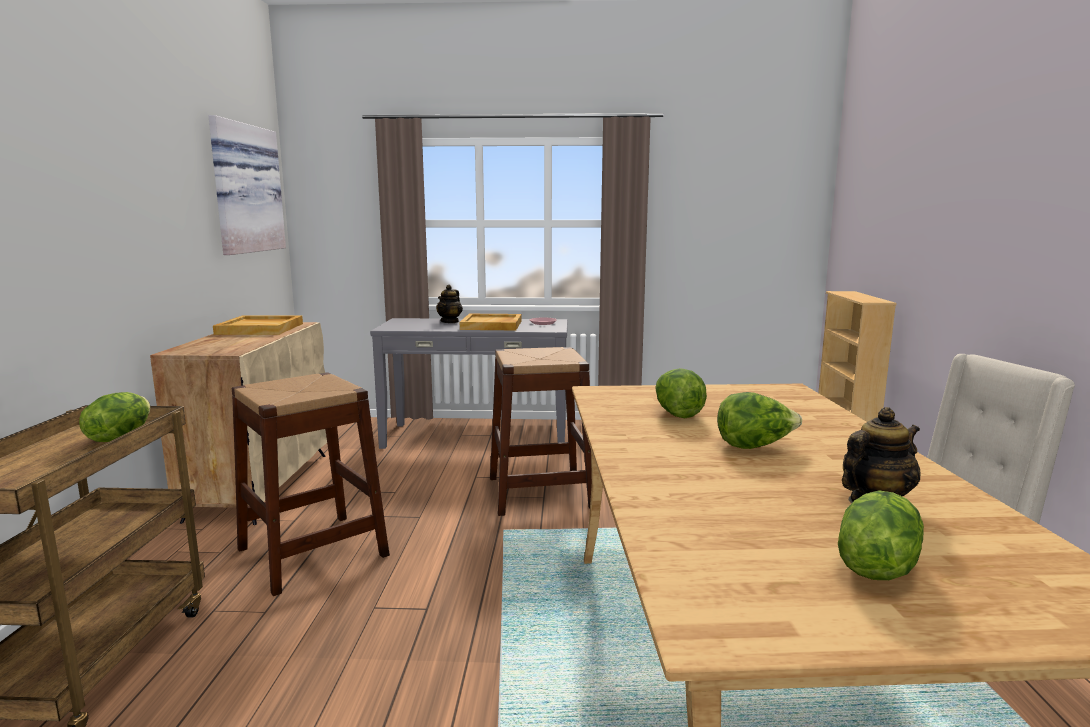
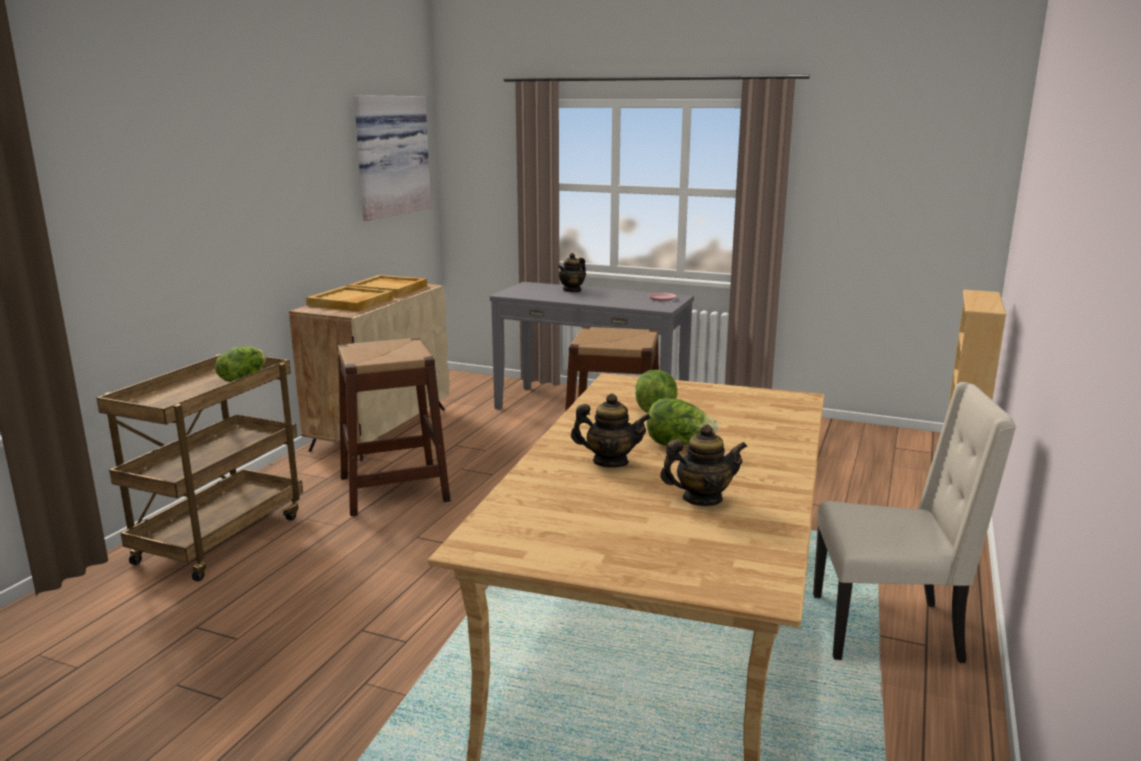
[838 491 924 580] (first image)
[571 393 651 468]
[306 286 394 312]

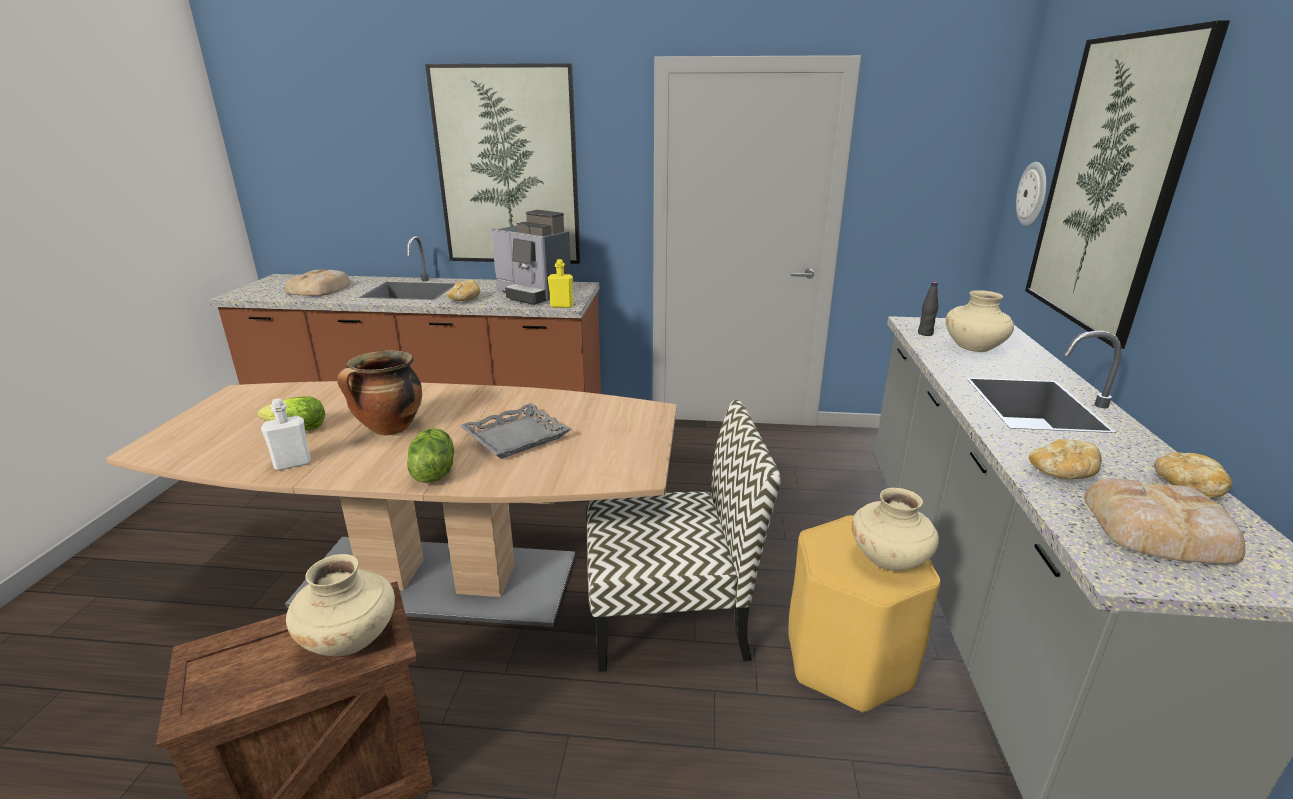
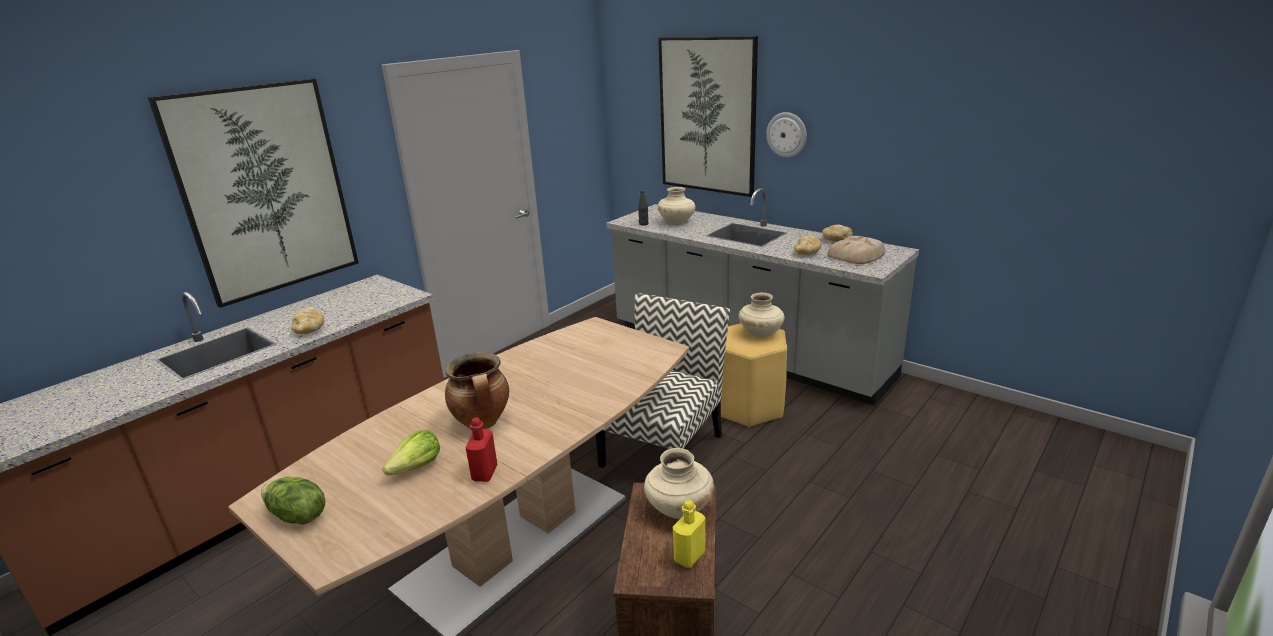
[285 270 351 296] (first image)
[460 403 571 458] (first image)
[491 210 571 305] (first image)
[261 477 326 525]
[673 500 706 568]
[766 112 807 157]
[465 418 497 482]

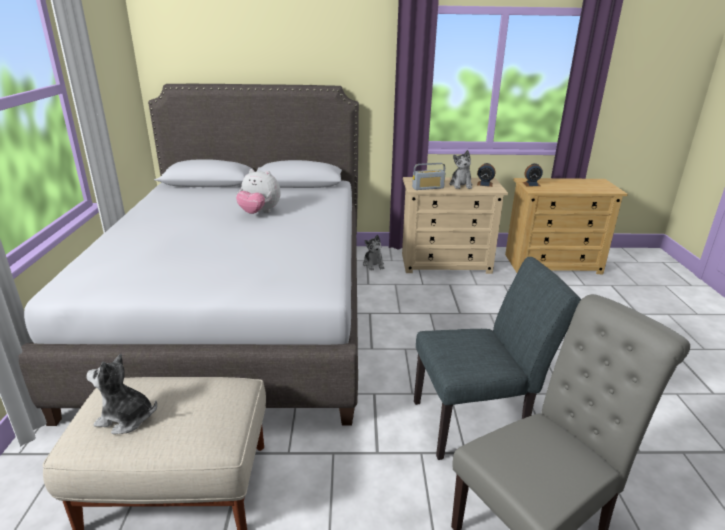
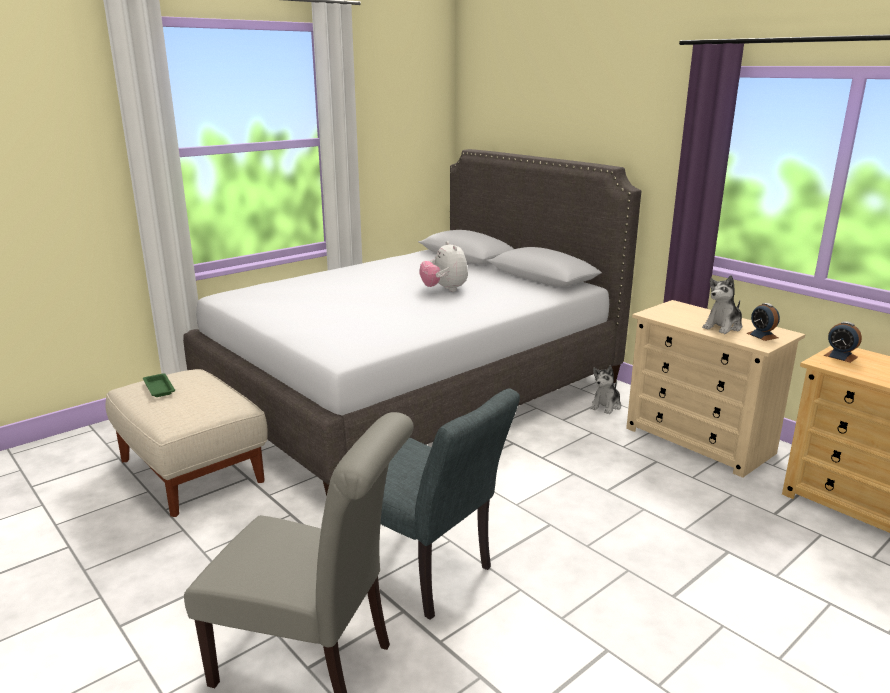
[412 163 445 190] (first image)
[143 373 175 397]

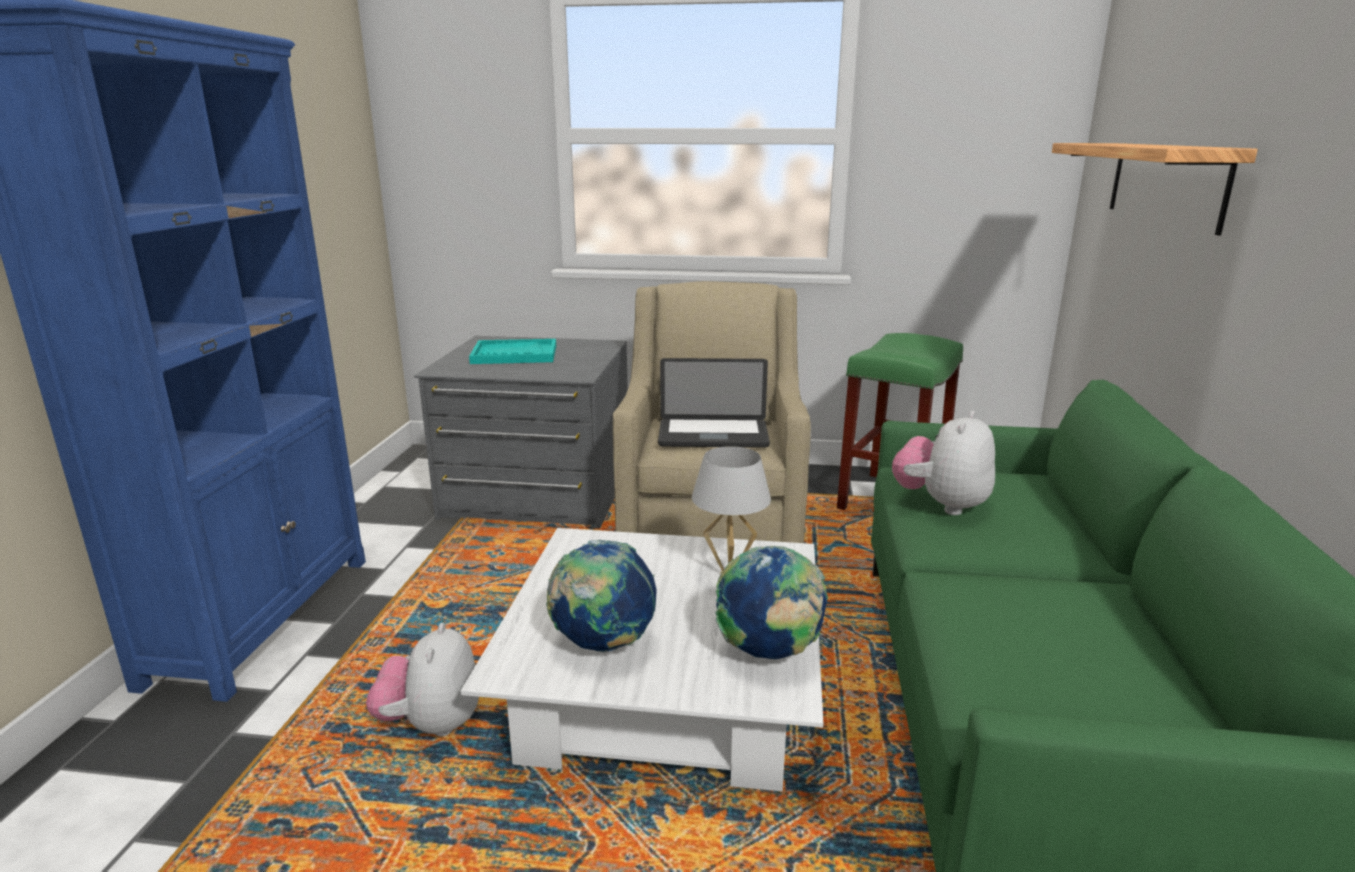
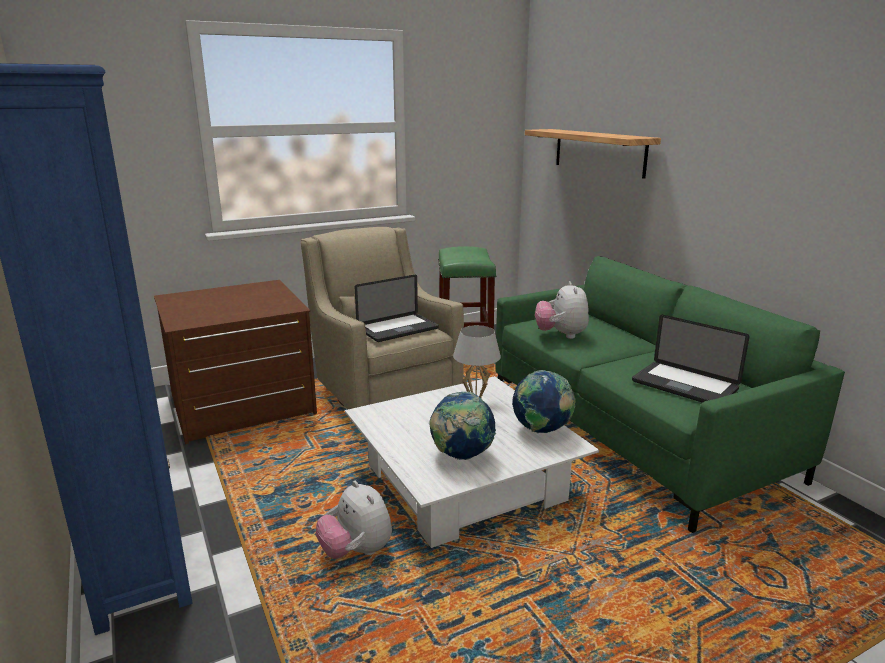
[469 339 556 364] (first image)
[632 315 749 403]
[154 280 317 444]

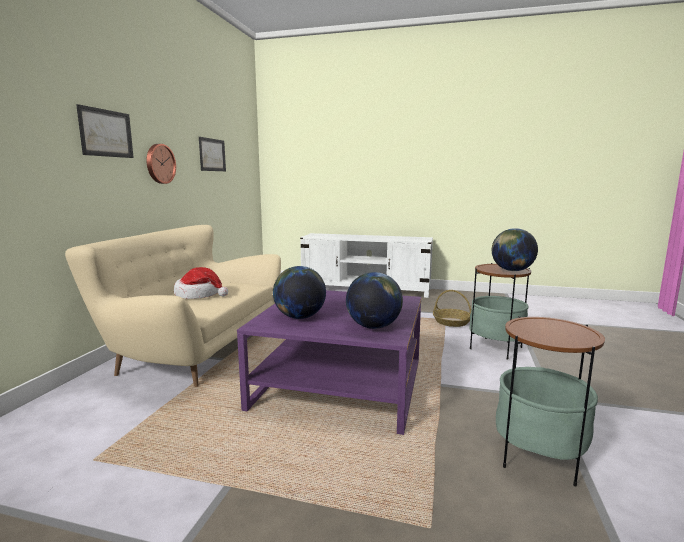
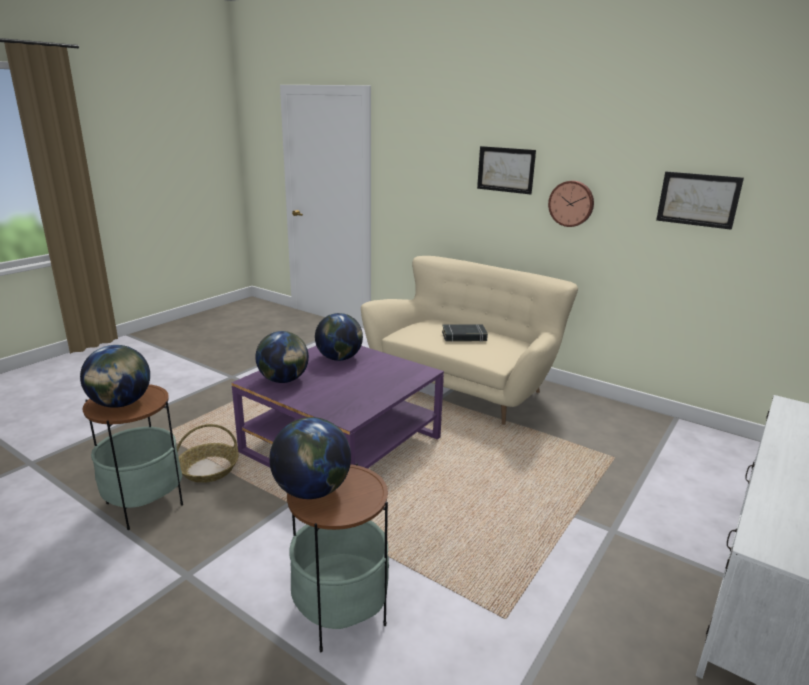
[80 345 150 408]
[177 424 239 483]
[442 324 488 342]

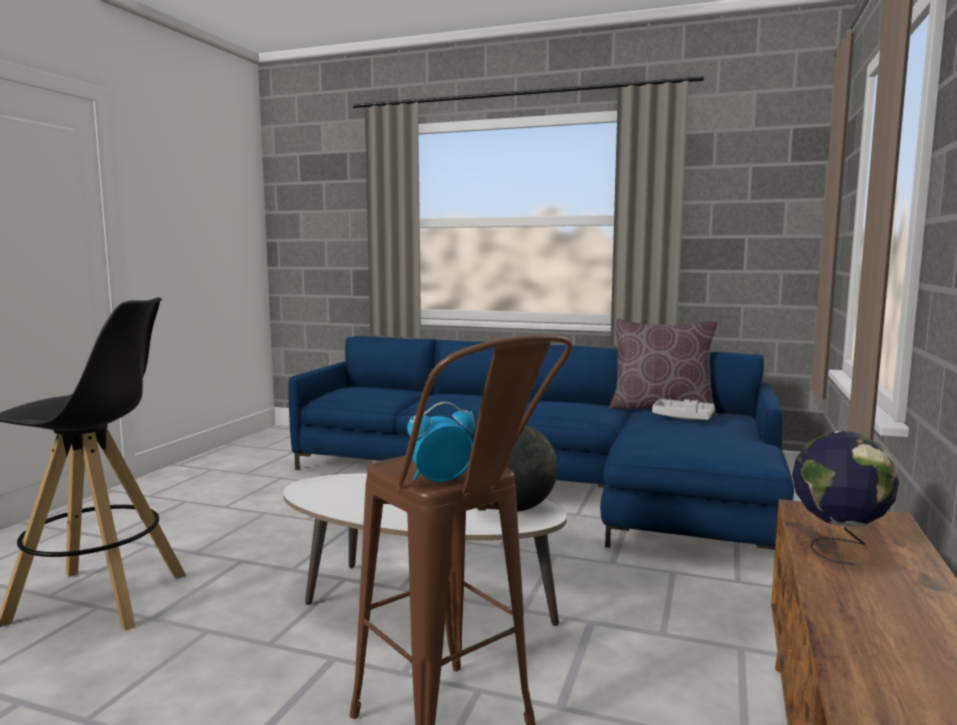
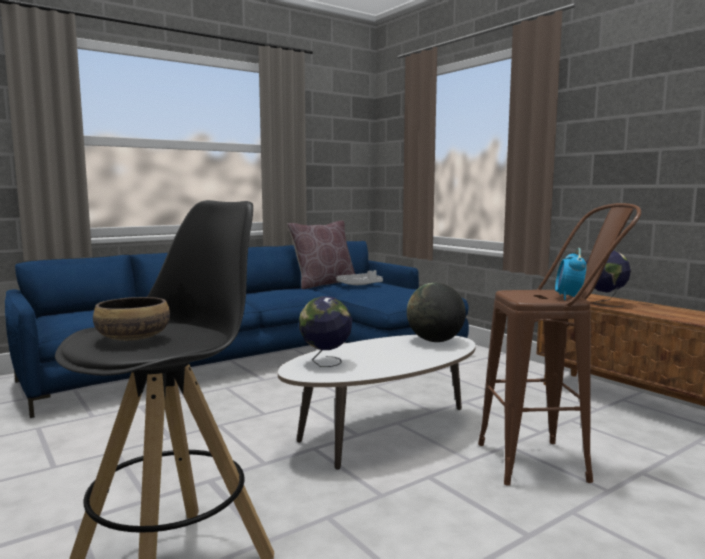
[93 297 170 341]
[299 296 352 367]

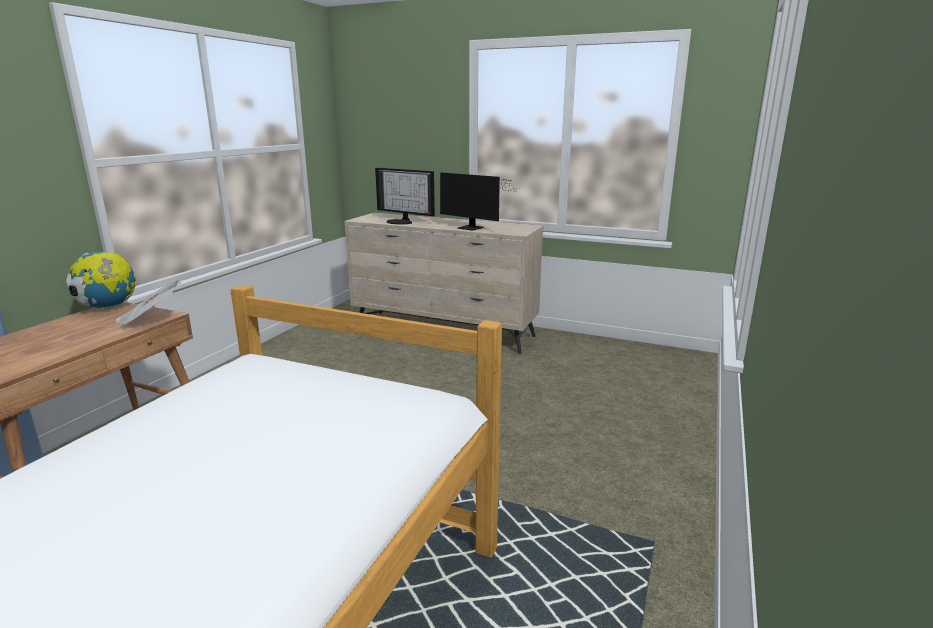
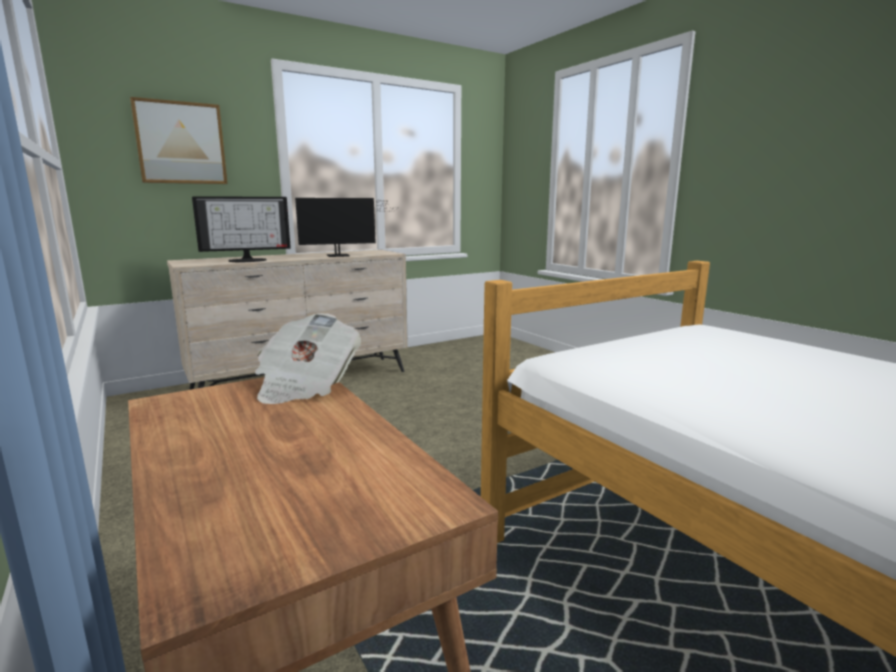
[66 252 136 309] (first image)
[130 97 228 184]

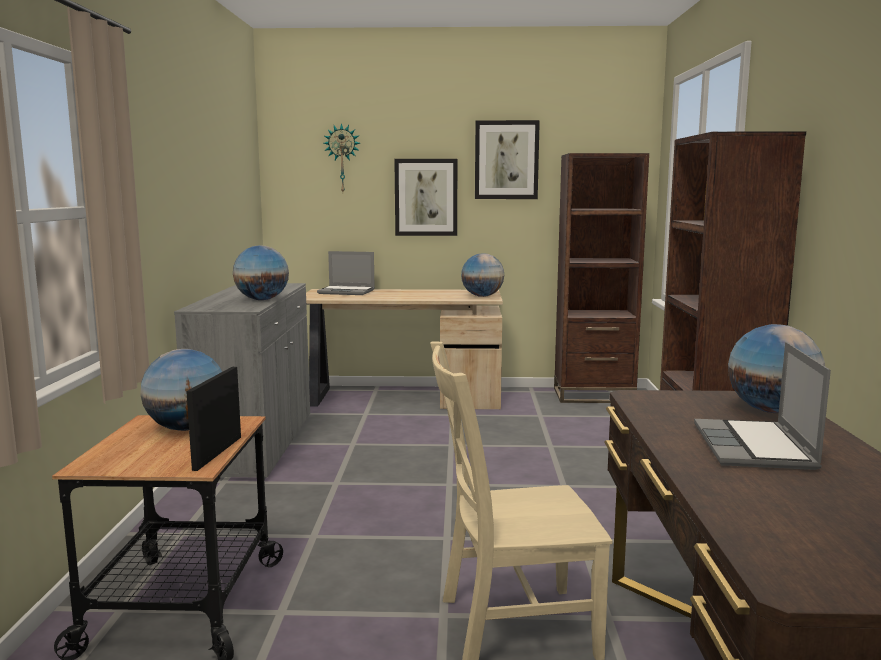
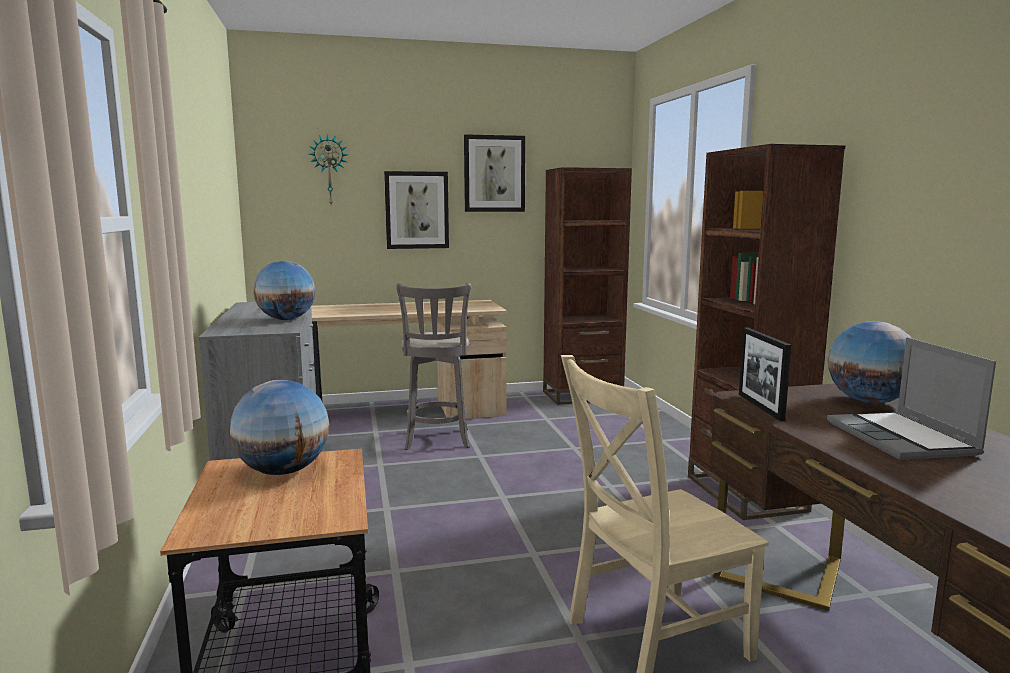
[317 251 375 295] (first image)
[461 253 504 297] (first image)
[396 283 471 450]
[739 328 792 421]

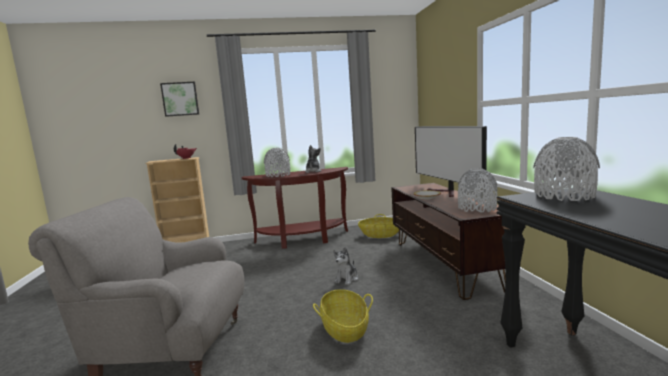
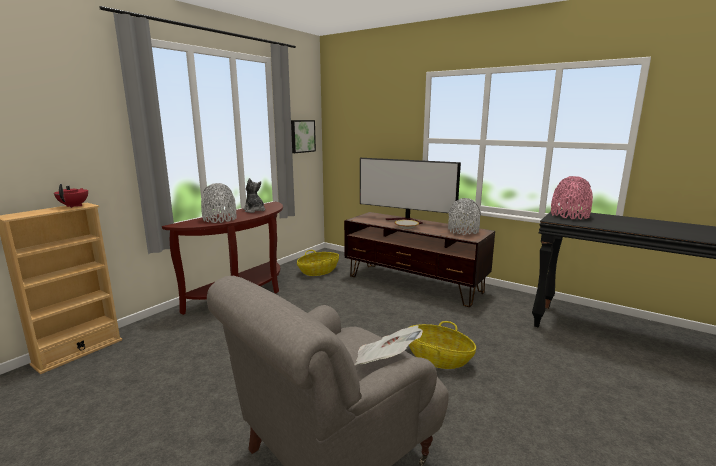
[333 247 358 285] (first image)
[355 325 423 365]
[291 120 316 153]
[551 176 593 219]

